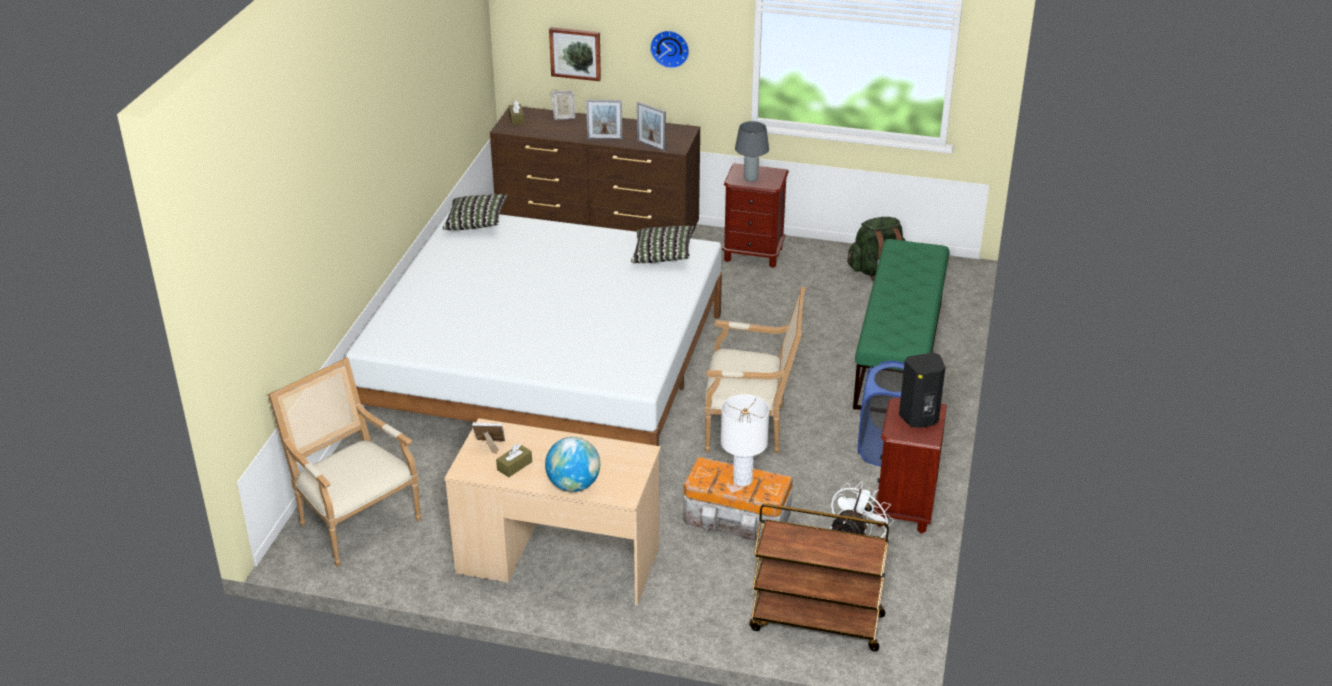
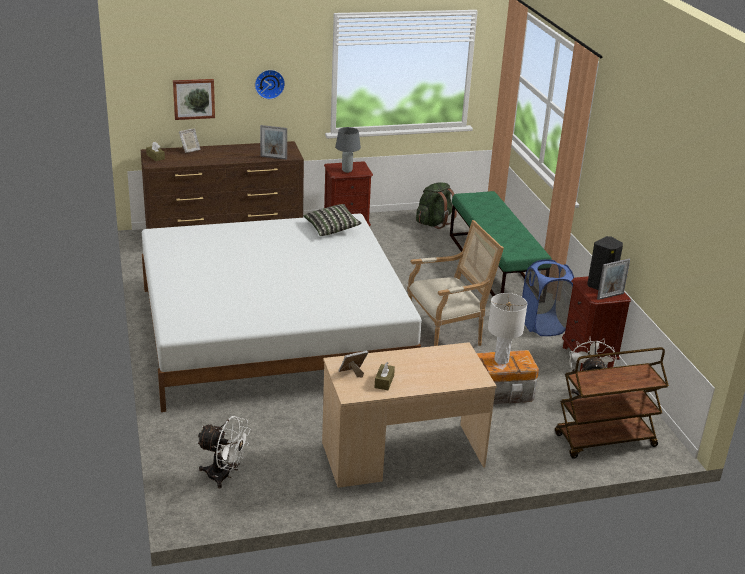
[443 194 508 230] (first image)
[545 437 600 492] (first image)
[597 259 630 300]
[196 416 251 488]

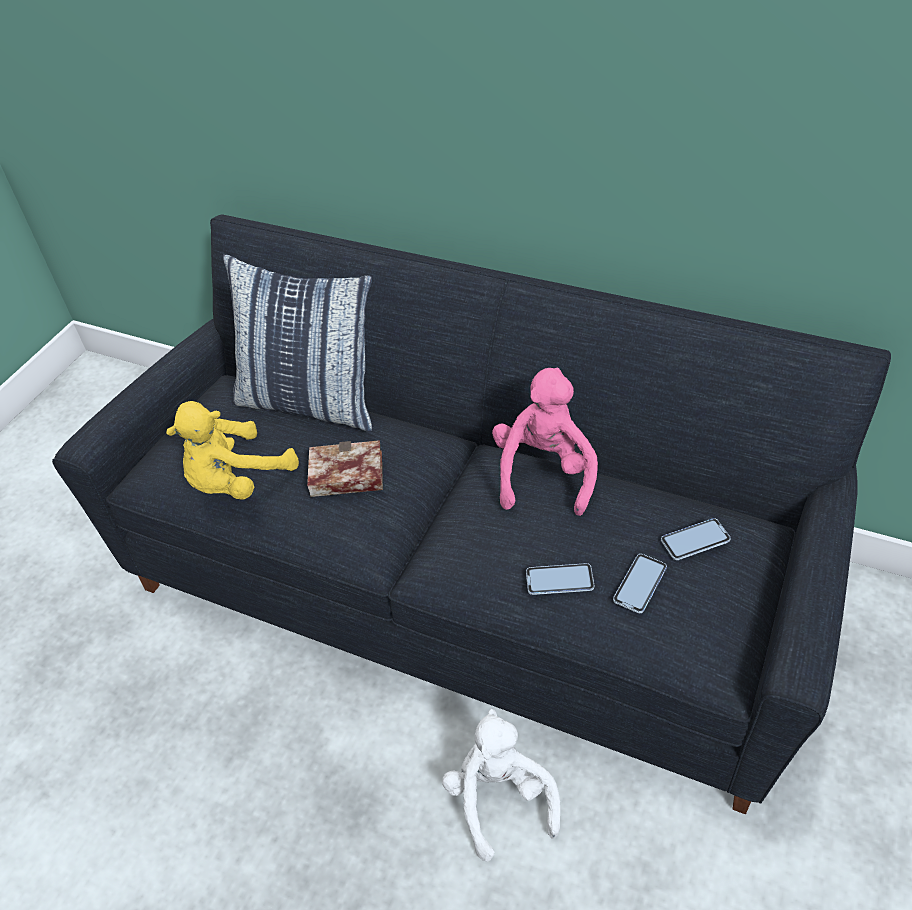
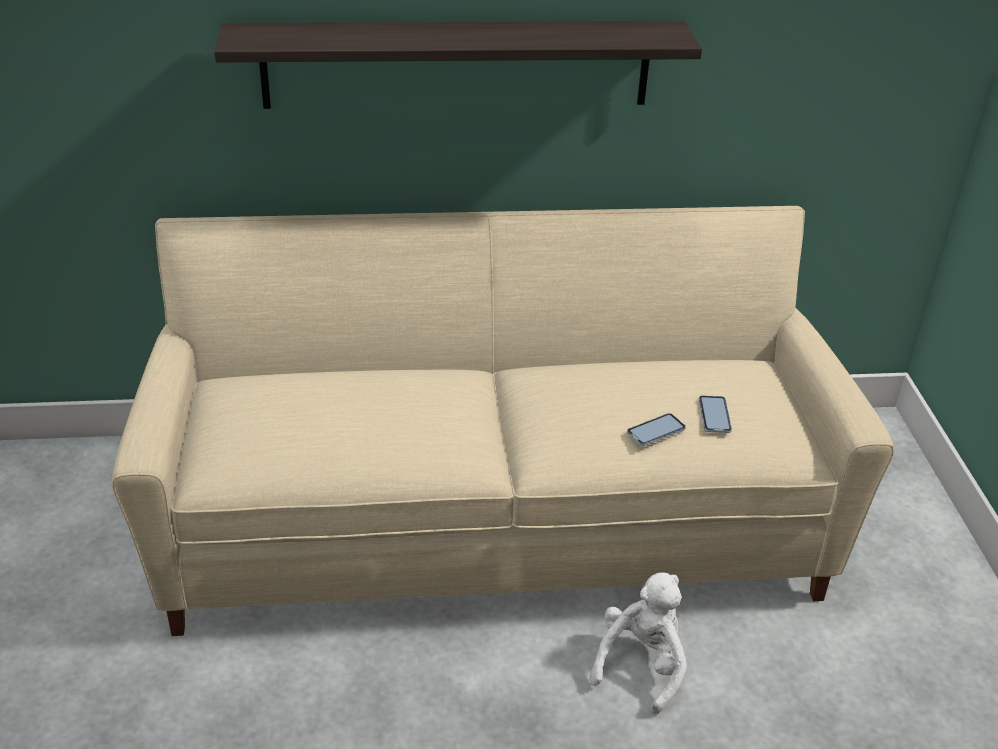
[166 401 299 500] (first image)
[223 254 372 432] (first image)
[307 440 383 497] (first image)
[492 368 598 516] (first image)
[661 518 731 560] (first image)
[214 21 702 109]
[112 206 894 636]
[589 572 687 715]

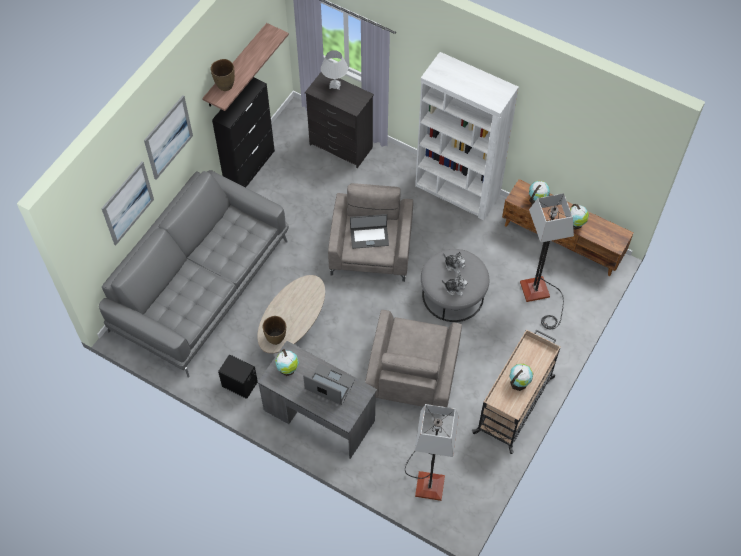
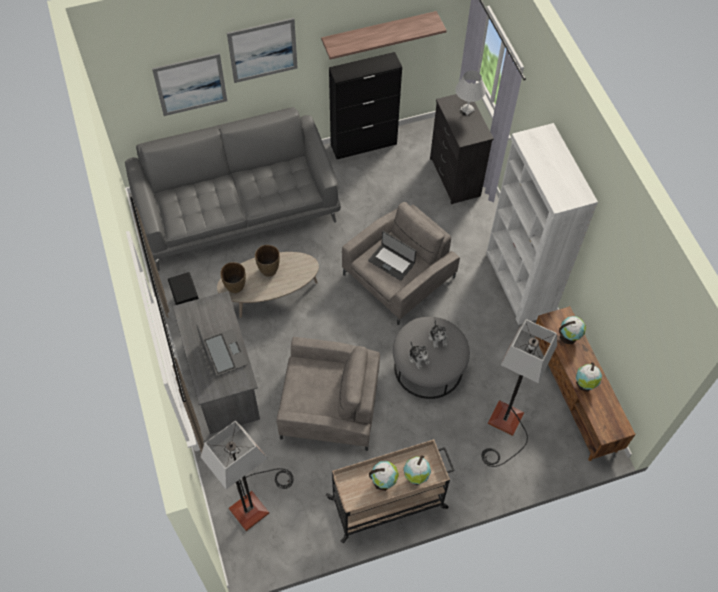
[255 245 280 277]
[403 455 431 485]
[277 337 380 451]

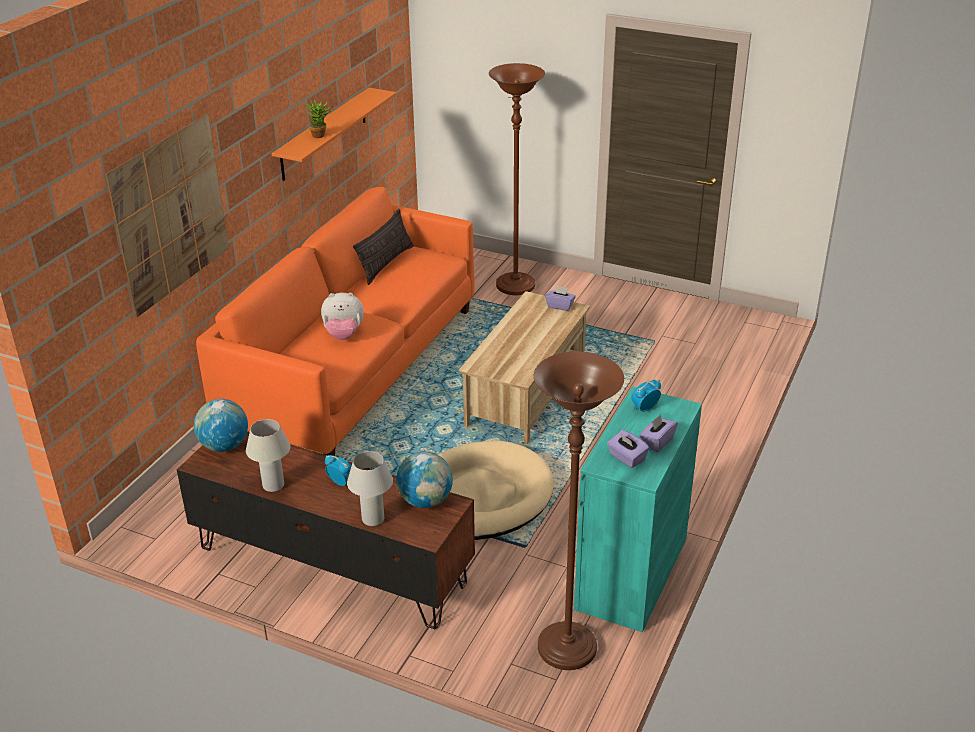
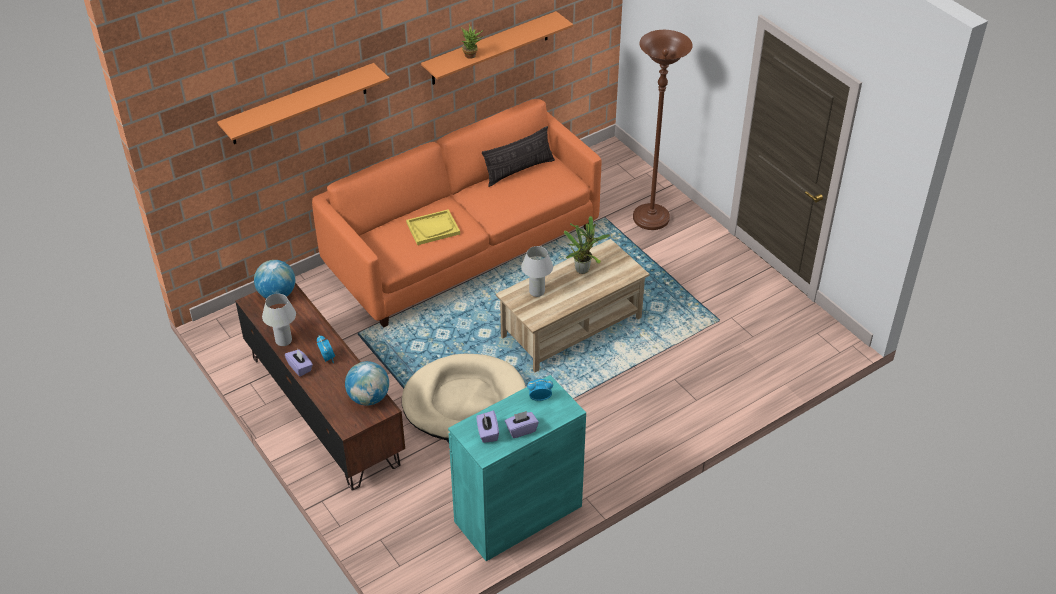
[534 352 624 670] (first image)
[564 216 610 274]
[521 246 553 297]
[285 349 313 377]
[217 63 390 144]
[406 209 460 245]

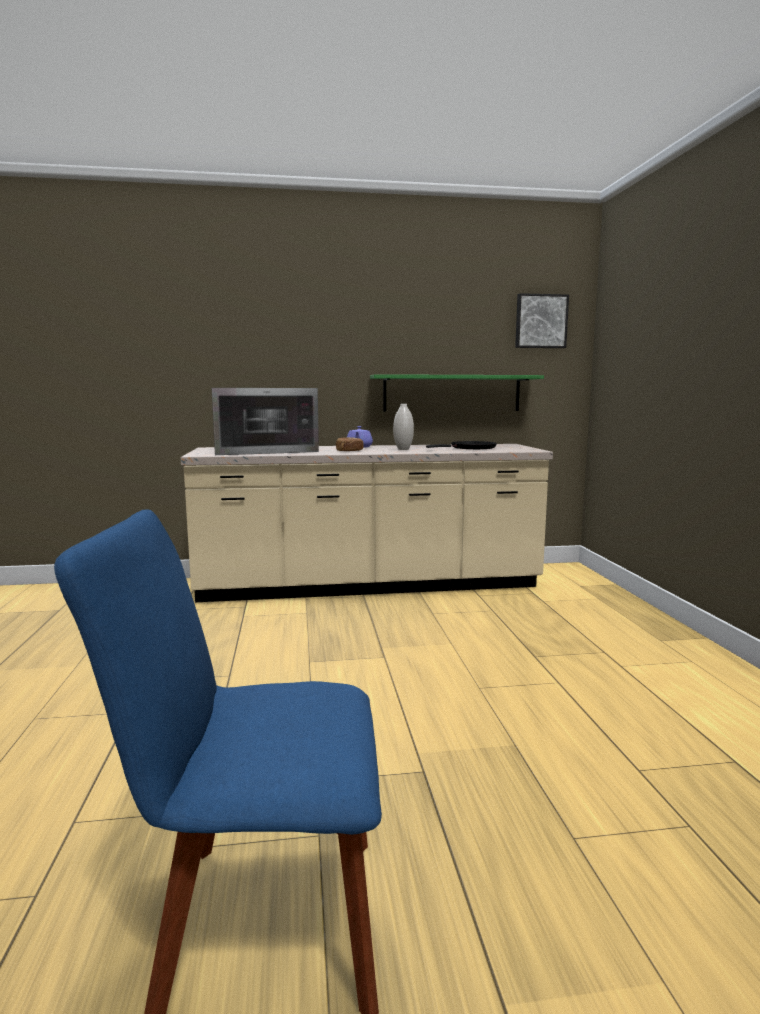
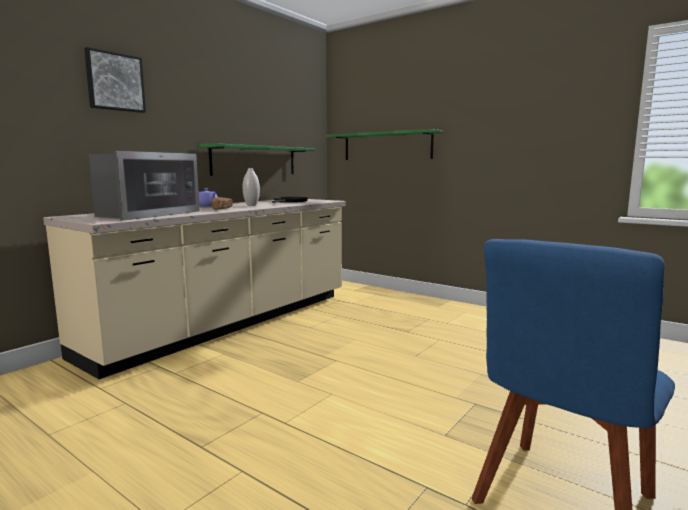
[326 129 443 160]
[84 47 146 113]

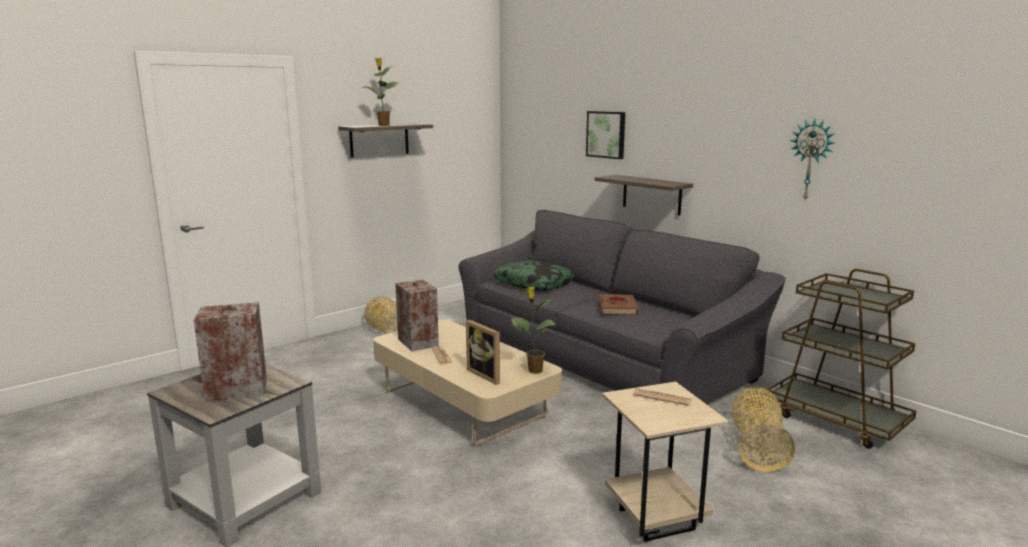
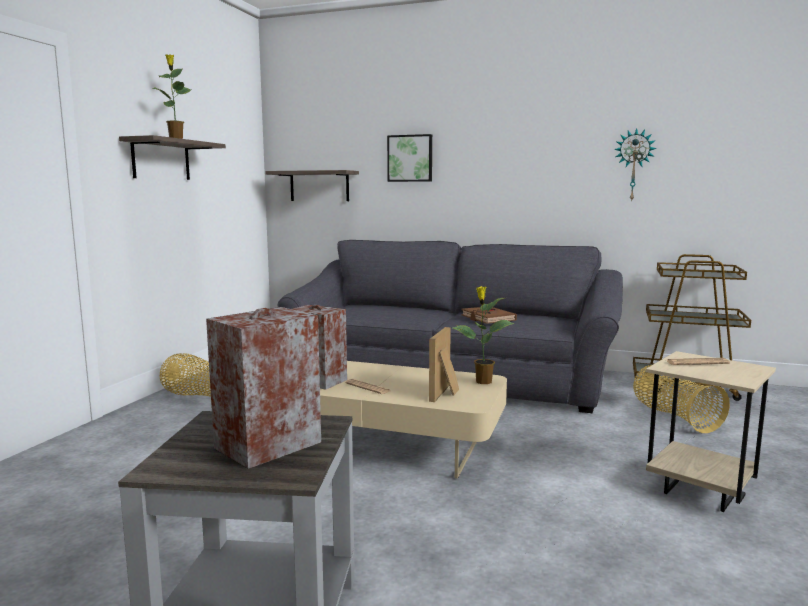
[493 260 575 291] (first image)
[265 170 359 201]
[429 327 459 402]

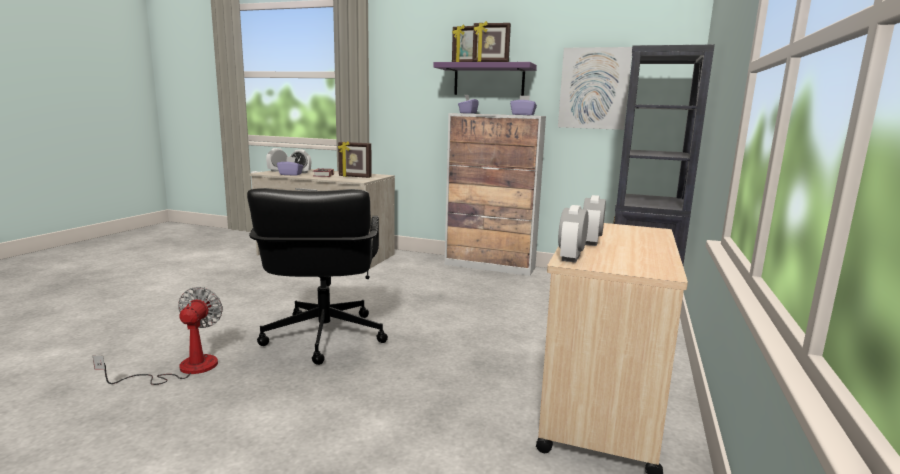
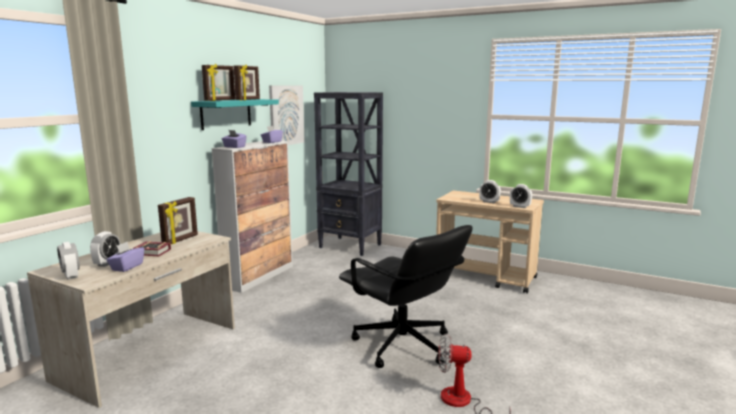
[191 99 279 130]
[339 225 472 368]

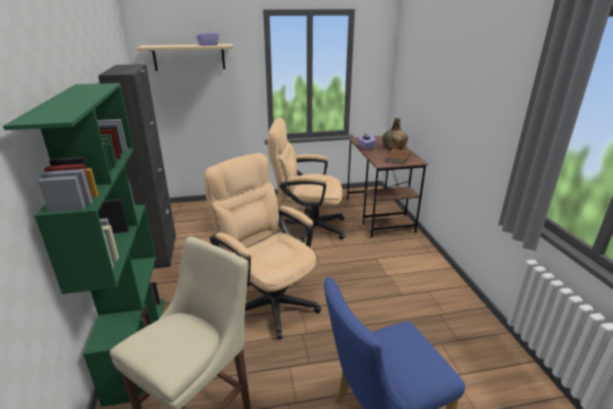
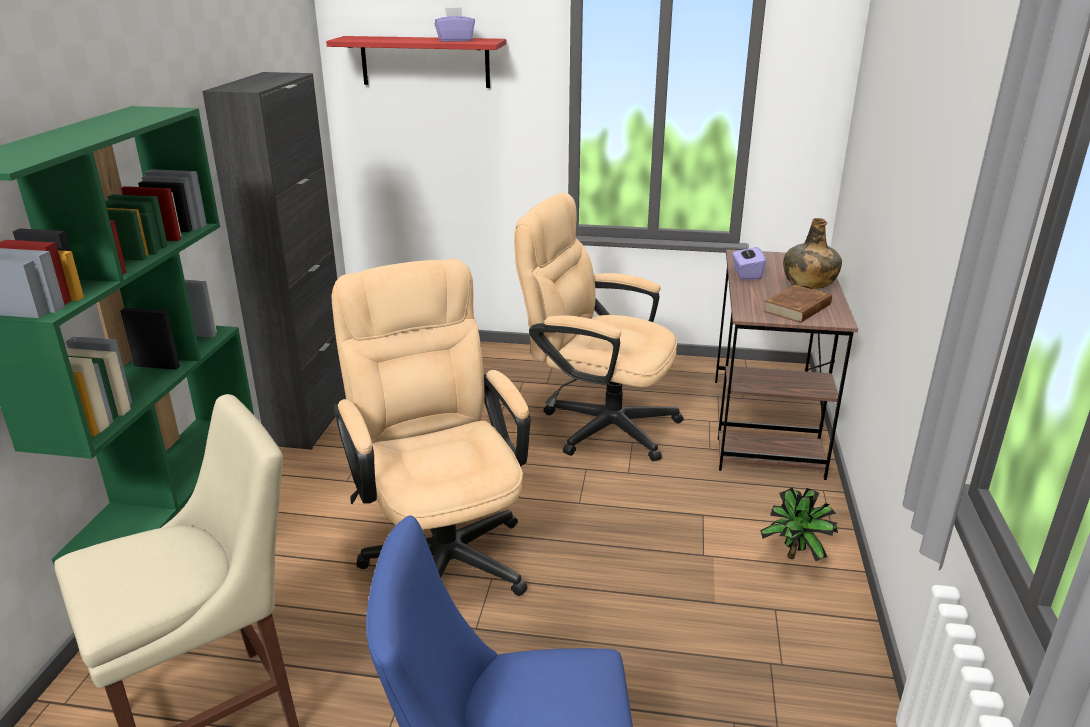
[760 487 838 561]
[326 36 506 88]

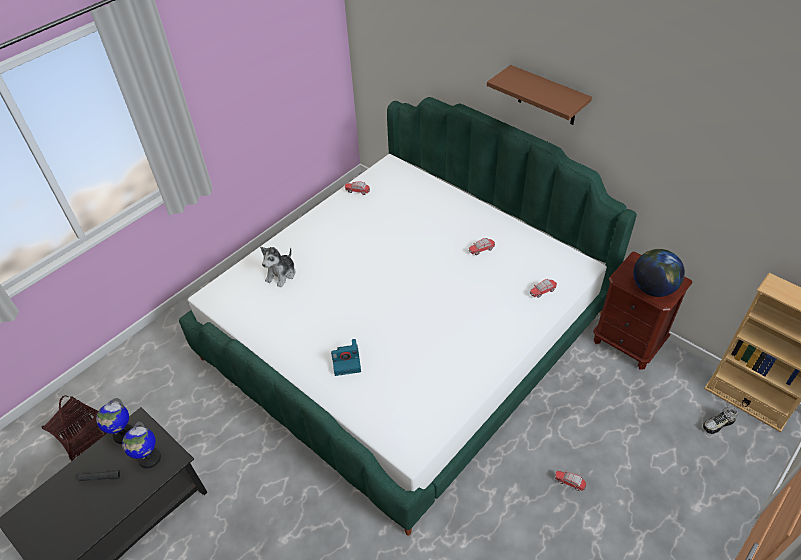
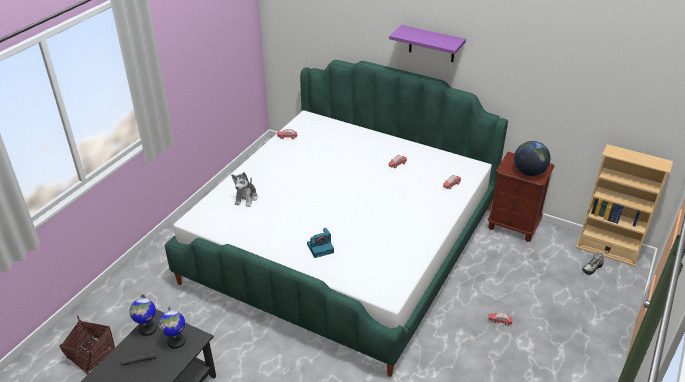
[389 25 466 62]

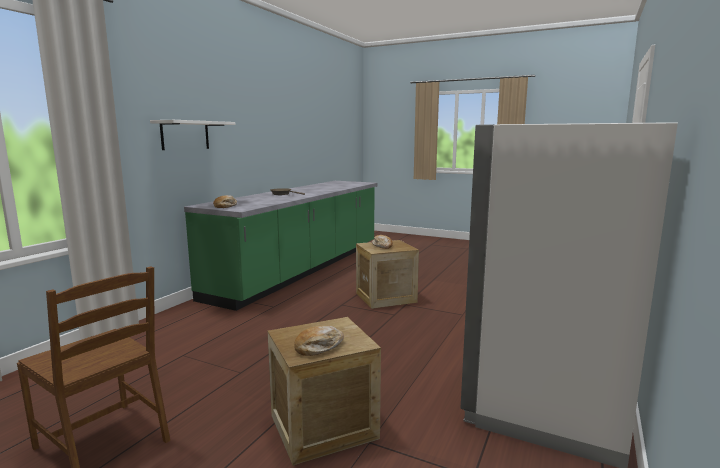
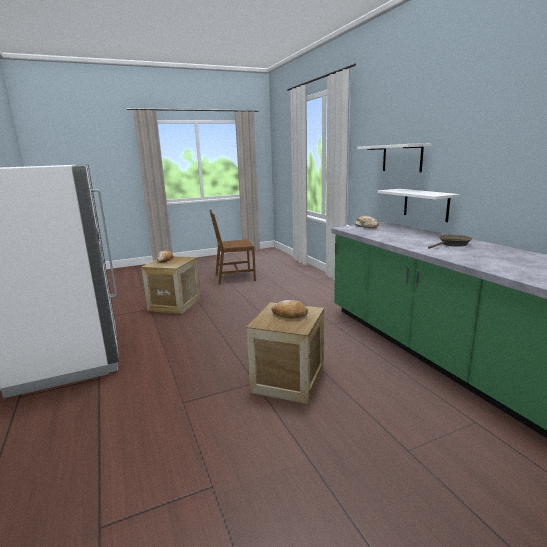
[378 189 460 222]

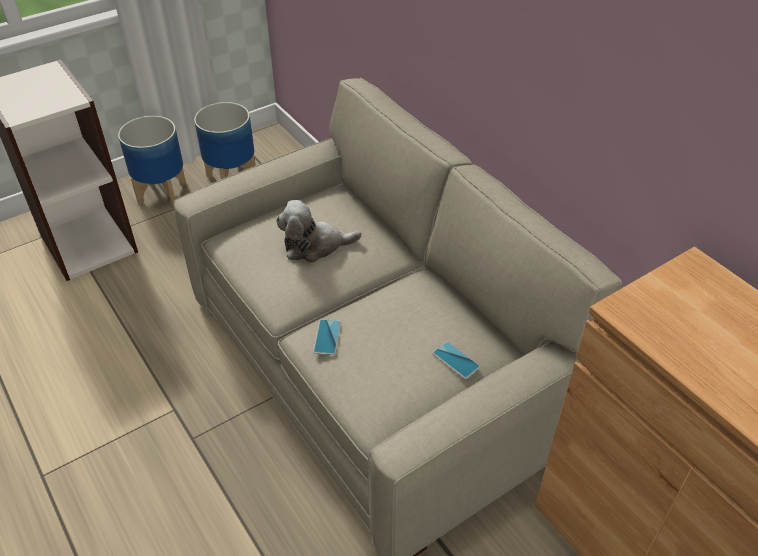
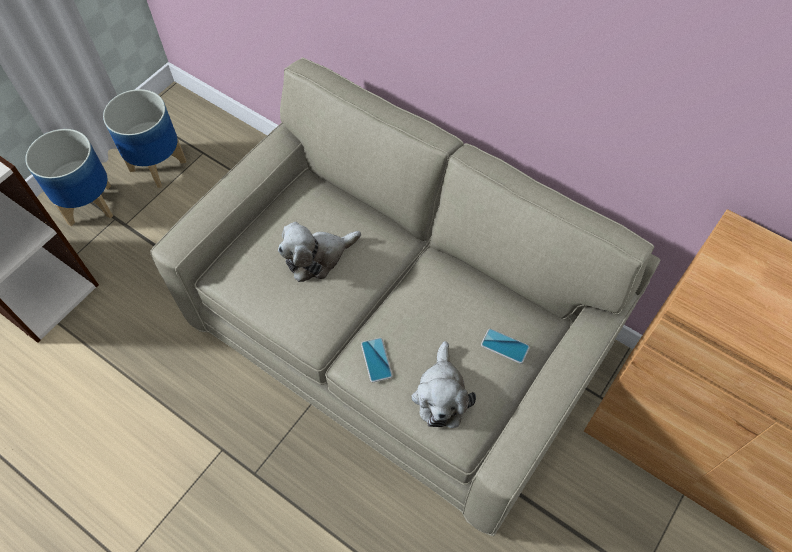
[412 341 476 428]

